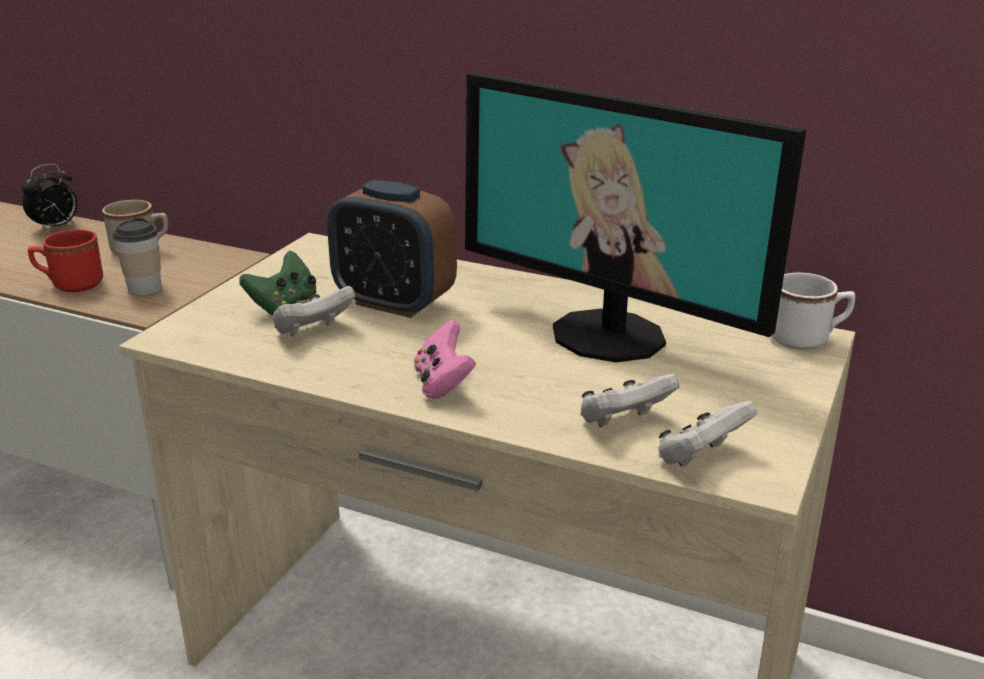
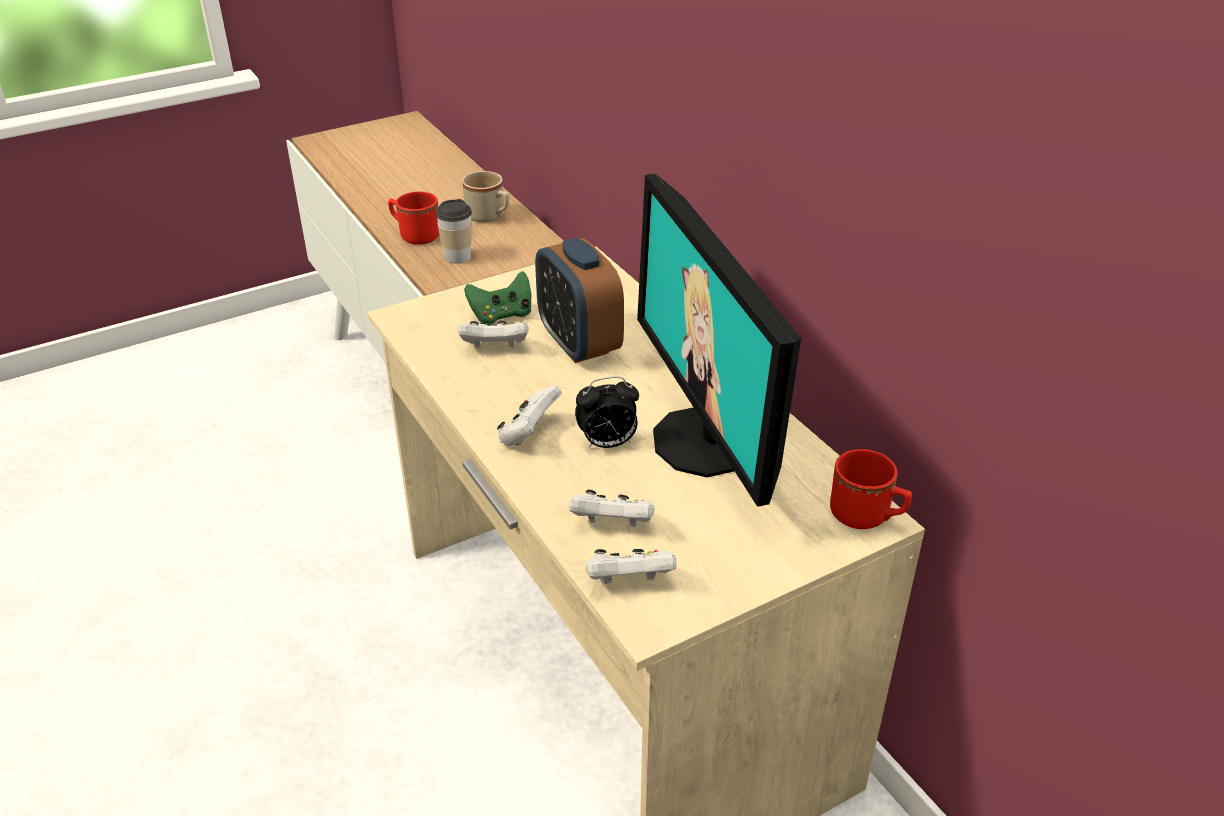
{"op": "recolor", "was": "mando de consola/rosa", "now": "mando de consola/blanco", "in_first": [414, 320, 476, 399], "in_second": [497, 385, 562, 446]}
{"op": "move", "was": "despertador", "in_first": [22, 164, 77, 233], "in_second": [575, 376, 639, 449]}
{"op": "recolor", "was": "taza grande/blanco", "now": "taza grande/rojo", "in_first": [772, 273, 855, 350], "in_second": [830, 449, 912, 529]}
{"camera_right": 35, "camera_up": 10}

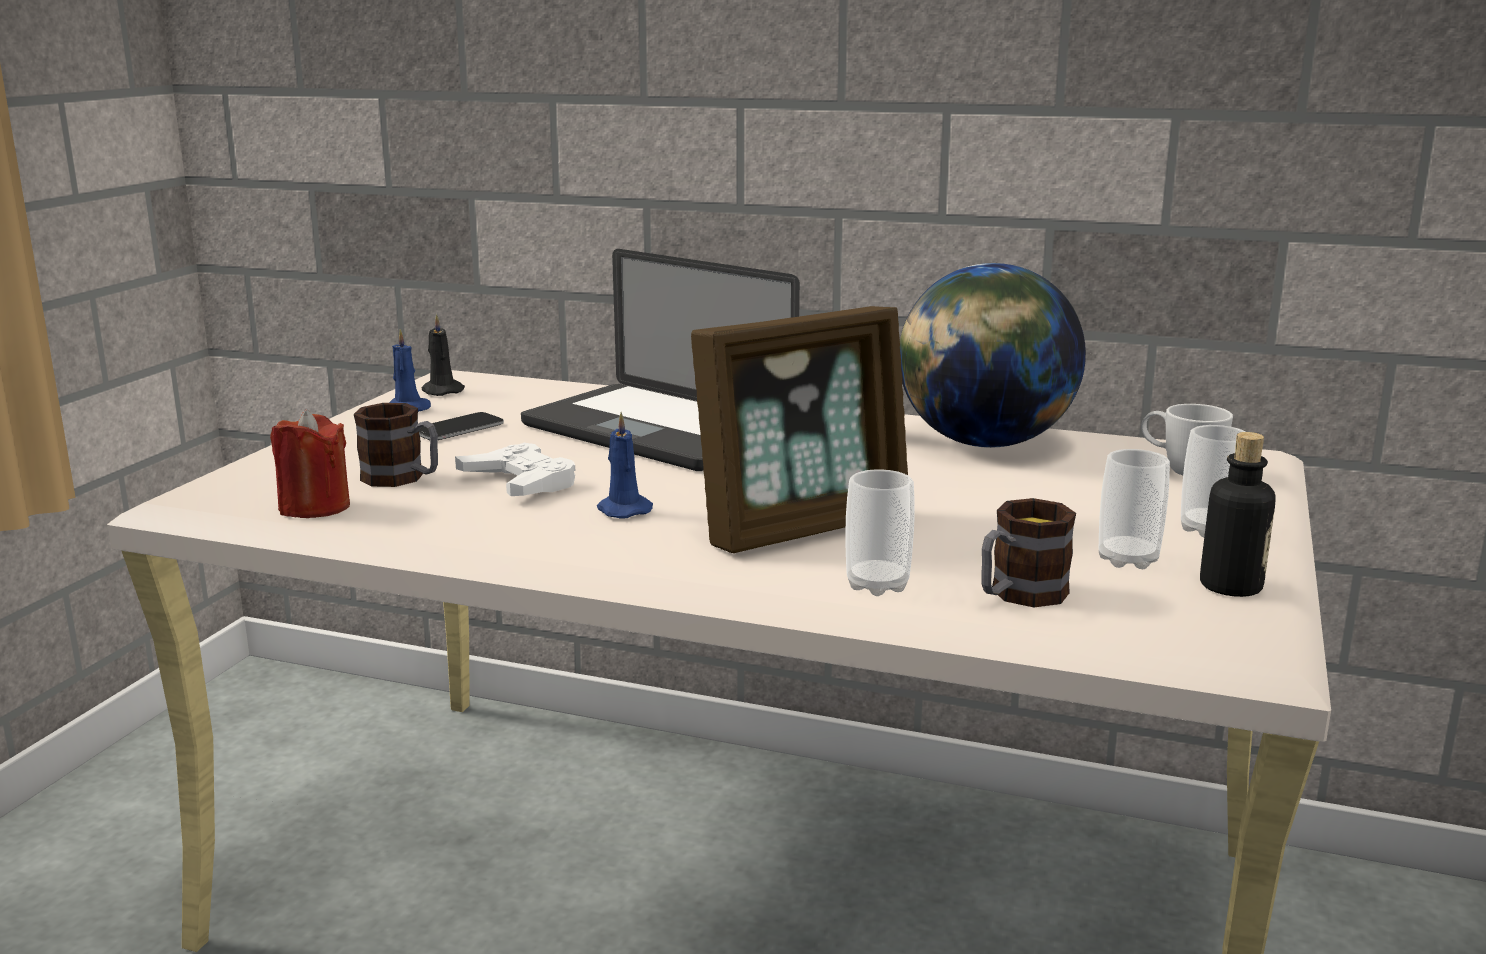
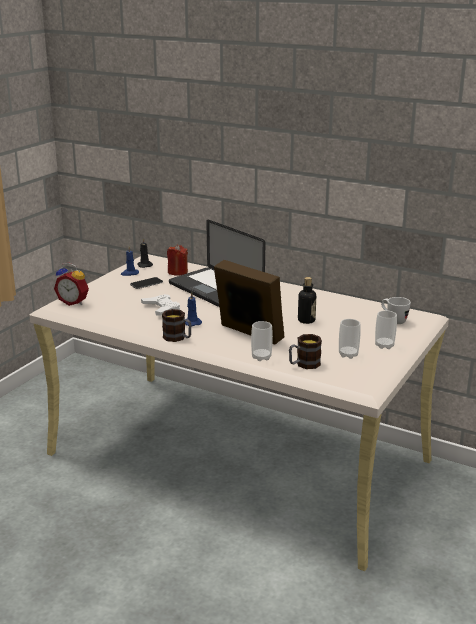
{"op": "insert", "now": "despertador", "in_second": [54, 263, 89, 306]}
{"op": "move", "was": "taza grande", "in_first": [354, 403, 438, 487], "in_second": [162, 309, 191, 342]}
{"op": "move", "was": "vela/rojo", "in_first": [270, 409, 350, 518], "in_second": [167, 244, 188, 276]}
{"op": "rotate", "was": "portarretratos", "in_first": [691, 306, 908, 553], "in_second": [214, 260, 285, 345], "clockwise": -120}
{"op": "move", "was": "botella", "in_first": [1200, 432, 1276, 597], "in_second": [298, 277, 316, 324]}
{"op": "delete", "was": "globo terráqueo", "in_first": [900, 263, 1086, 448]}
{"camera_right": 10, "camera_up": 5}

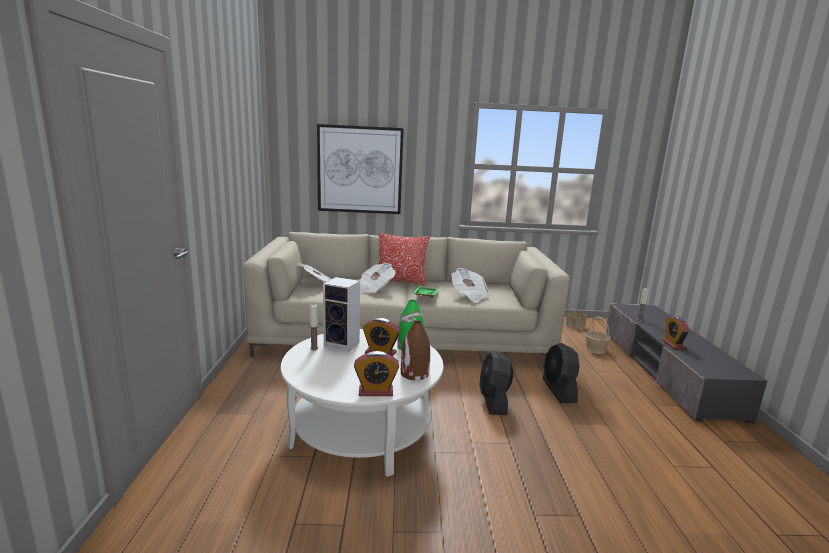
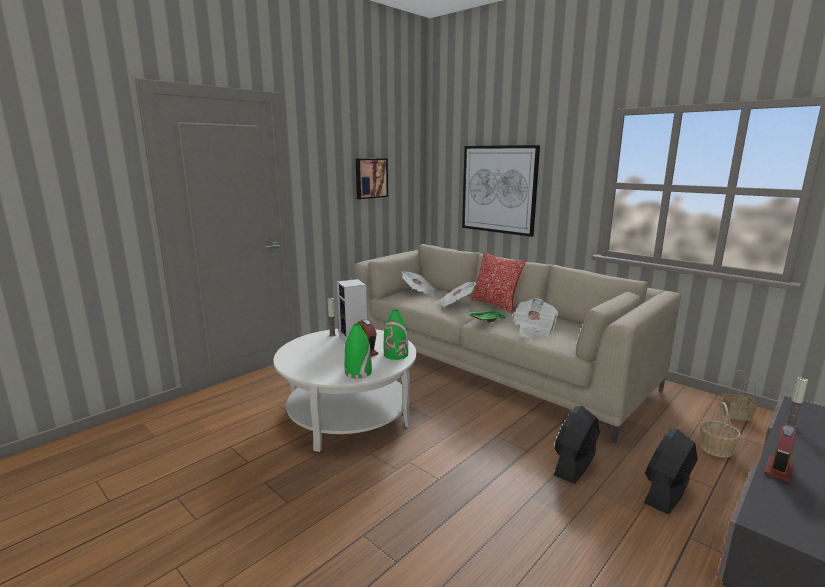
{"op": "recolor", "was": "florero/marrón", "now": "florero/verde", "in_first": [401, 321, 430, 380], "in_second": [344, 324, 372, 379]}
{"op": "insert", "now": "cuadro", "in_second": [356, 158, 388, 199]}
{"op": "move", "was": "ventilador/negro", "in_first": [479, 351, 513, 415], "in_second": [644, 429, 698, 514]}
{"op": "delete", "was": "despertador", "in_first": [354, 351, 399, 396]}
{"camera_right": 45, "camera_up": 0}

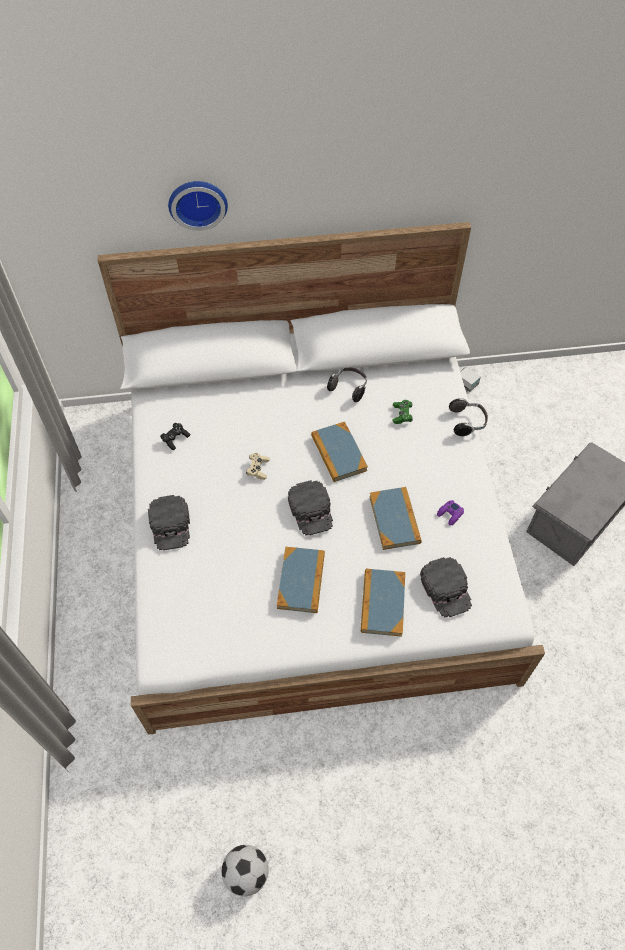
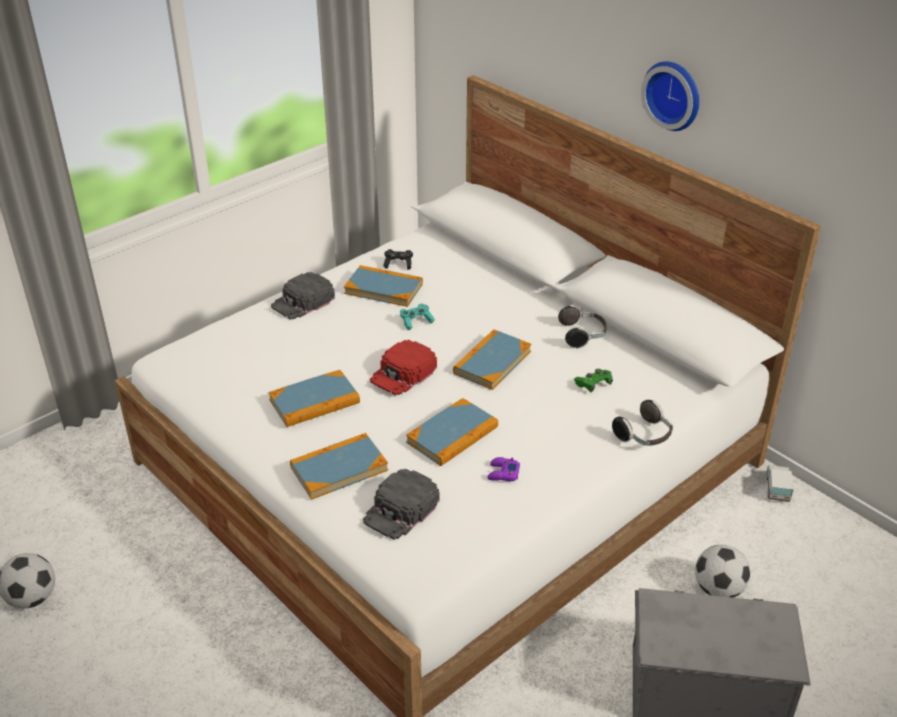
{"op": "insert", "now": "libro", "in_second": [344, 265, 423, 307]}
{"op": "recolor", "was": "gorra/negro", "now": "gorra/rojo", "in_first": [288, 480, 333, 536], "in_second": [370, 340, 437, 395]}
{"op": "recolor", "was": "mando de consola/beis", "now": "mando de consola/turquesa", "in_first": [246, 453, 270, 480], "in_second": [400, 303, 435, 330]}
{"op": "move", "was": "reloj de pared", "in_first": [168, 181, 228, 231], "in_second": [641, 62, 699, 131]}
{"op": "insert", "now": "balón de fútbol", "in_second": [695, 545, 750, 598]}
{"camera_right": 55, "camera_up": -20}

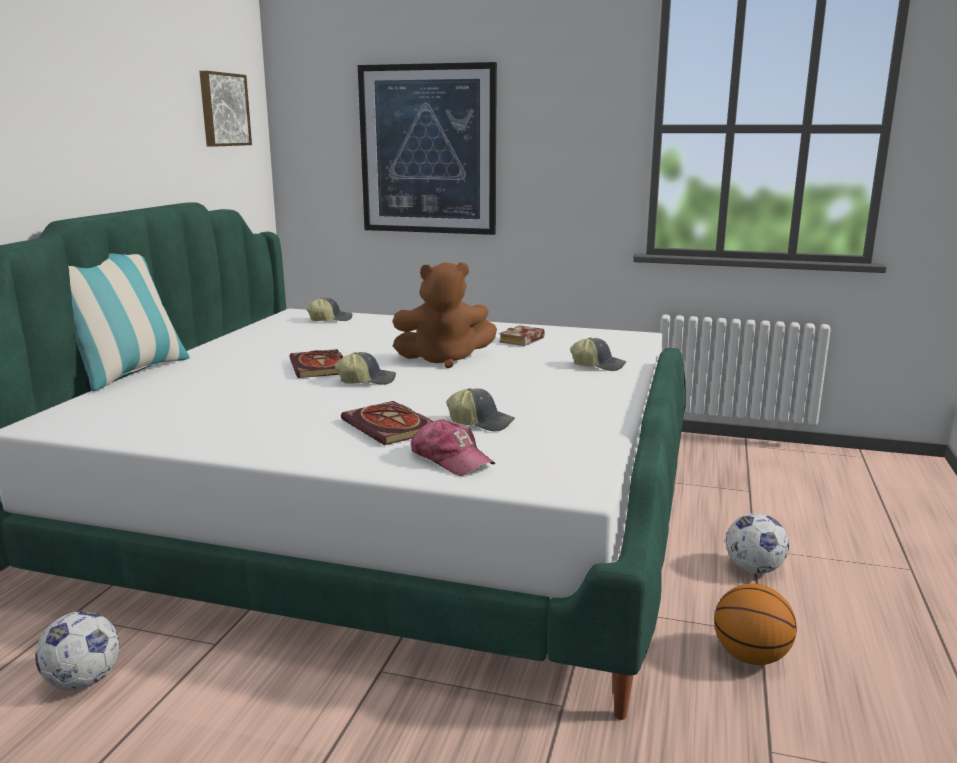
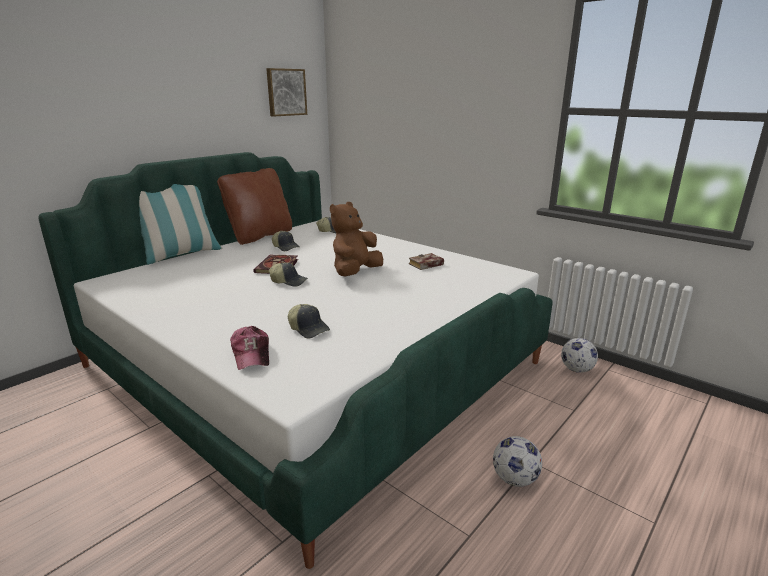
{"op": "insert", "now": "cojín/marrón", "in_second": [217, 168, 292, 245]}
{"op": "move", "was": "gorra", "in_first": [570, 337, 627, 371], "in_second": [272, 231, 300, 251]}
{"op": "rotate", "was": "peluche/marrón", "in_first": [392, 262, 497, 368], "in_second": [330, 202, 383, 276], "clockwise": 105}
{"op": "move", "was": "balón de fútbol", "in_first": [35, 611, 120, 690], "in_second": [561, 338, 598, 373]}
{"op": "delete", "was": "libro", "in_first": [341, 401, 433, 445]}
{"op": "delete", "was": "cuadro", "in_first": [358, 62, 497, 235]}
{"op": "delete", "was": "balón de baloncesto", "in_first": [714, 584, 797, 665]}
{"camera_right": 25, "camera_up": 5}

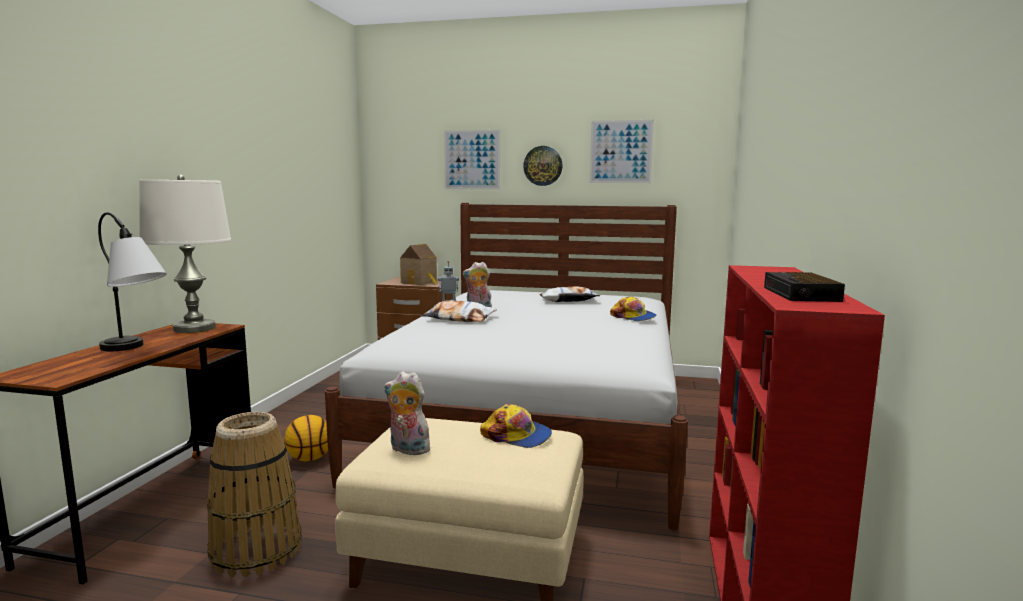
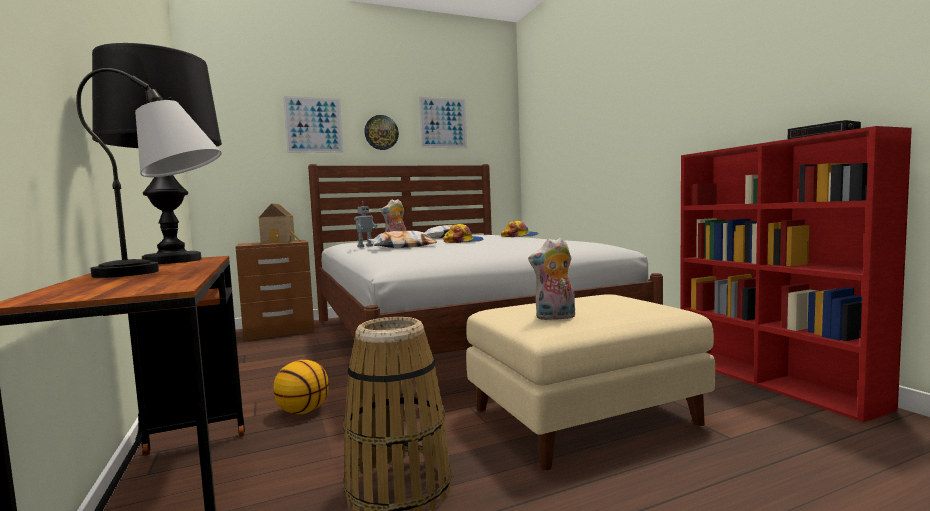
{"op": "recolor", "was": "lámpara de mesa/blanco", "now": "lámpara de mesa/negro", "in_first": [139, 175, 231, 333], "in_second": [92, 43, 222, 264]}
{"op": "move", "was": "gorra", "in_first": [480, 404, 552, 448], "in_second": [443, 224, 483, 243]}
{"camera_right": -35, "camera_up": -5}

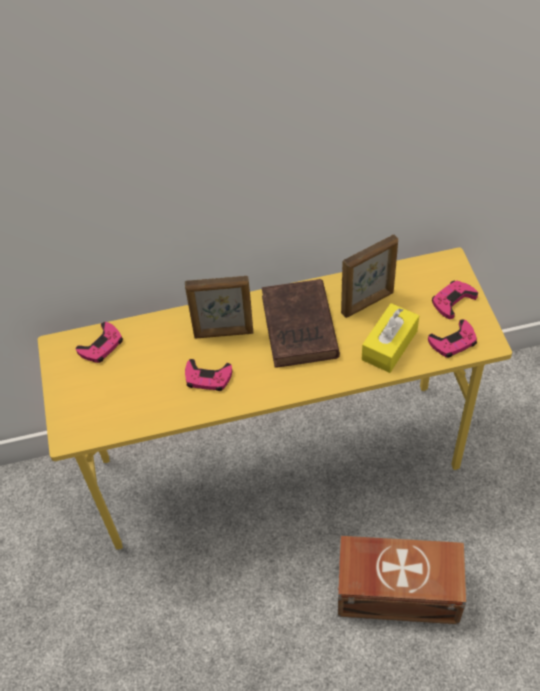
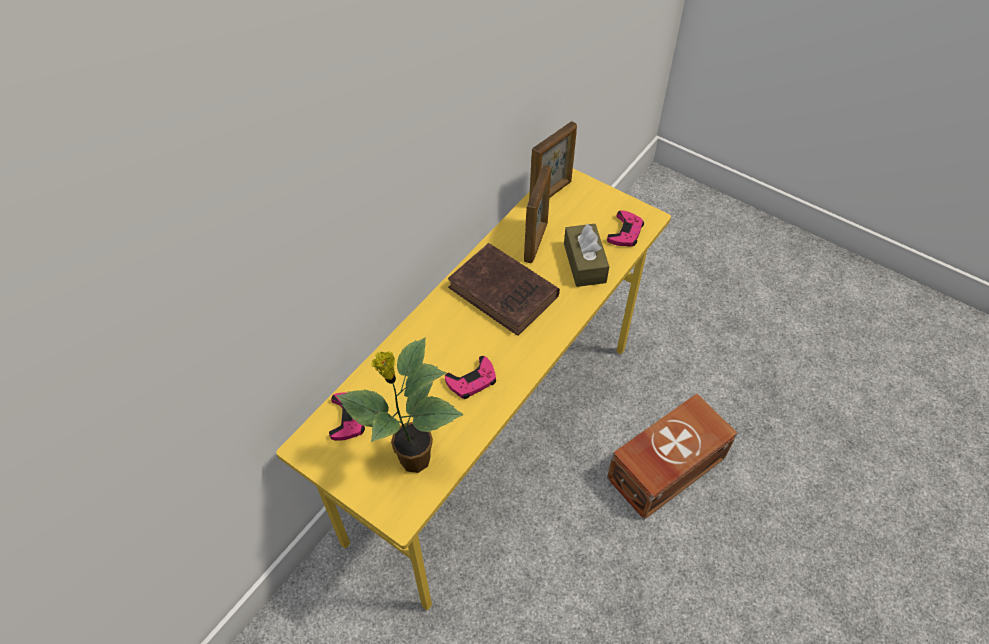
{"op": "insert", "now": "planta en maceta", "in_second": [336, 337, 464, 473]}
{"op": "move", "was": "portarretratos", "in_first": [185, 276, 253, 338], "in_second": [529, 121, 577, 199]}
{"op": "recolor", "was": "caja de pañuelos/amarillo", "now": "caja de pañuelos/marrón", "in_first": [362, 303, 419, 373], "in_second": [564, 223, 609, 287]}
{"op": "delete", "was": "mando de consola/rosa", "in_first": [432, 280, 478, 319]}
{"camera_right": -45, "camera_up": 0}

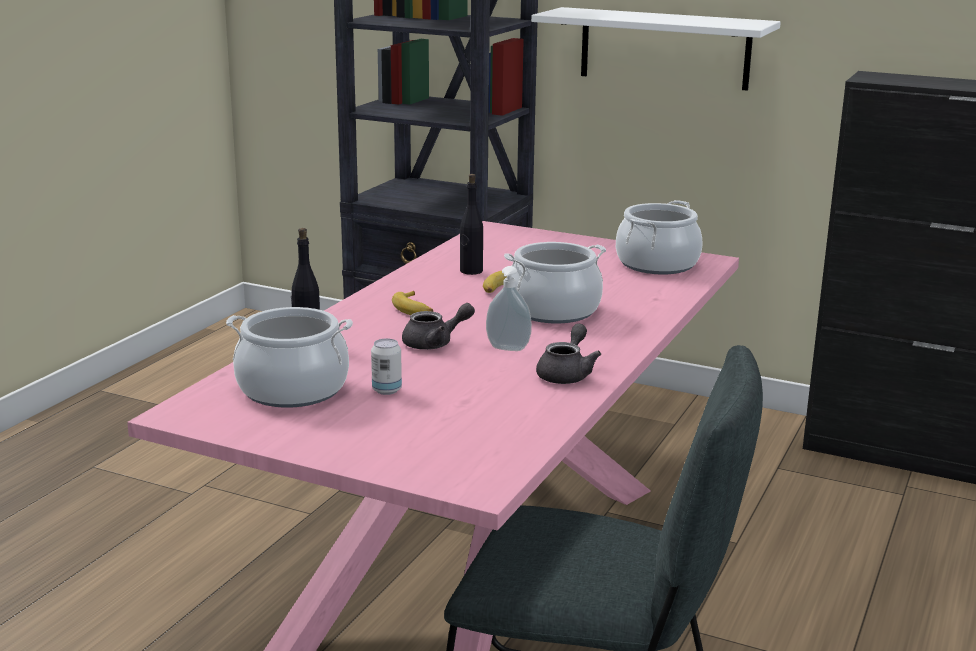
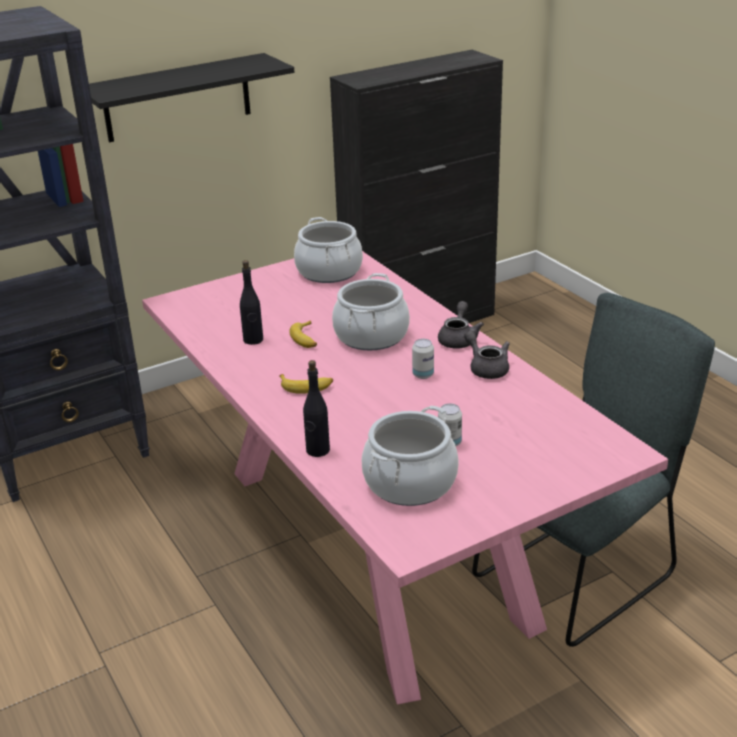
{"op": "recolor", "was": "estante/blanco", "now": "estante/negro", "in_first": [531, 7, 781, 91], "in_second": [89, 53, 294, 142]}
{"op": "replace", "was": "dispensador de jabón", "now": "lata", "in_first": [486, 266, 532, 351], "in_second": [412, 339, 434, 379]}
{"op": "move", "was": "tetera/gris", "in_first": [402, 303, 475, 350], "in_second": [438, 301, 484, 349]}
{"camera_right": -55, "camera_up": 10}

